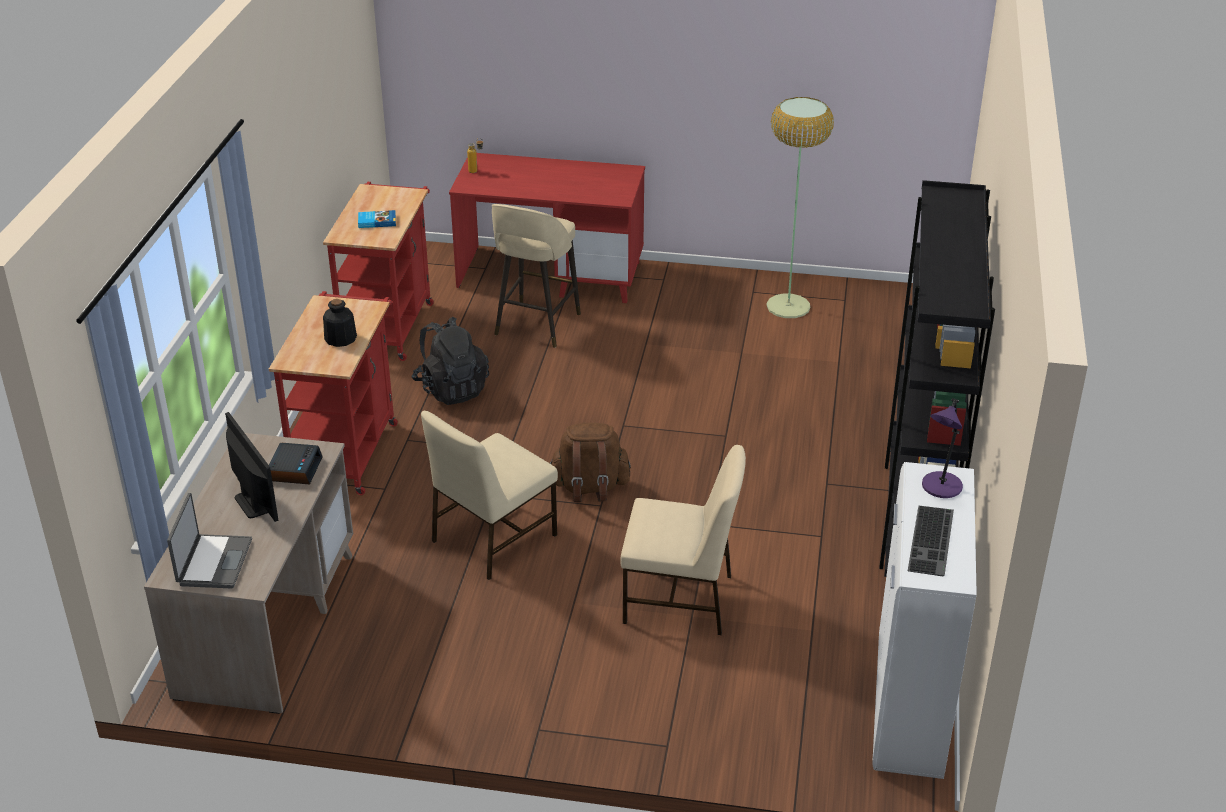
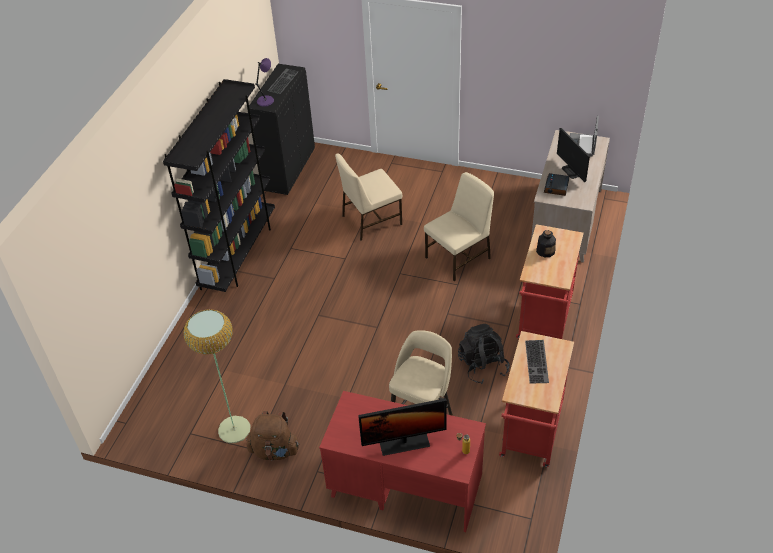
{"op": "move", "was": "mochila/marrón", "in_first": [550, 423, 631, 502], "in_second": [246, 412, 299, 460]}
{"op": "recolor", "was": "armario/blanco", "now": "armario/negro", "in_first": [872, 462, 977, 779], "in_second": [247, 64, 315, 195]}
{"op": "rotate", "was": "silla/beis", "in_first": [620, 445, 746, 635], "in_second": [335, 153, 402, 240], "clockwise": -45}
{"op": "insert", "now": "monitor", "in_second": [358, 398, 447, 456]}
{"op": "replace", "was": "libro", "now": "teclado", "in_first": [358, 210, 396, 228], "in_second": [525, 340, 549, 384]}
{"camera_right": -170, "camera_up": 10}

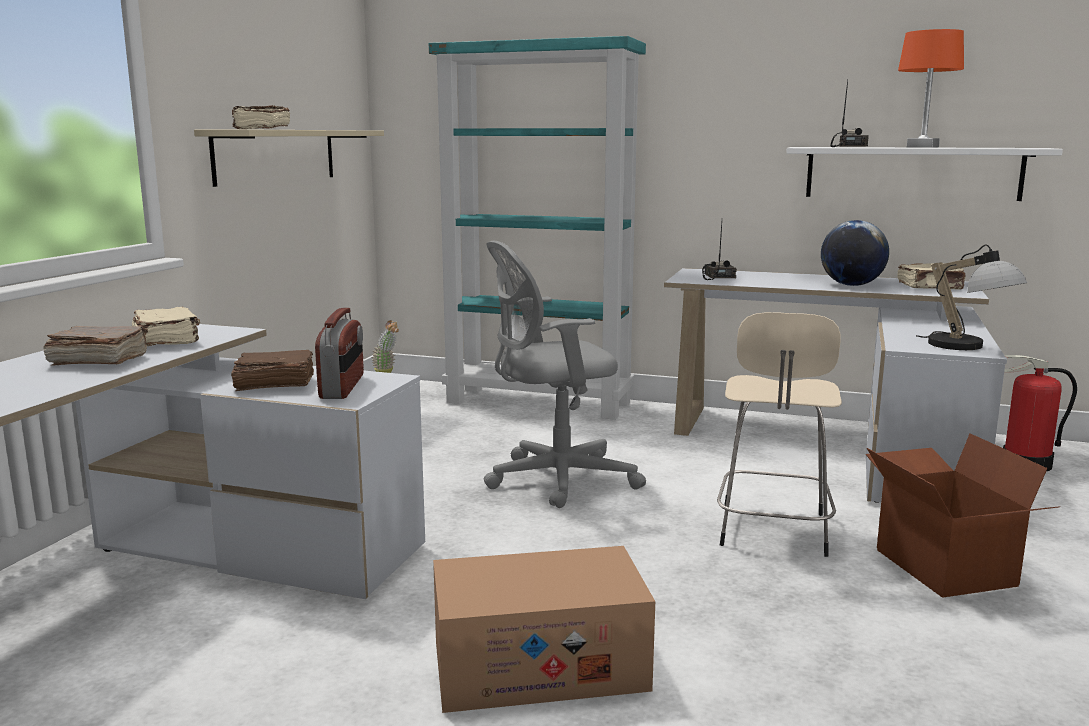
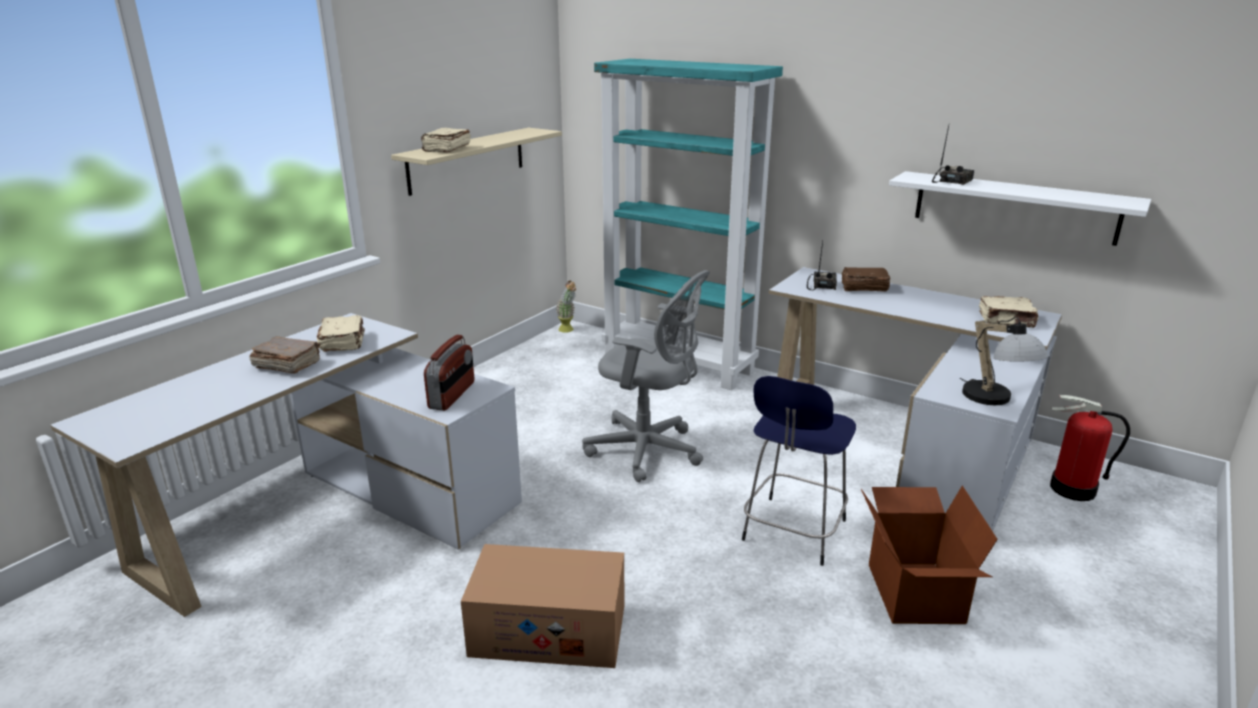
{"op": "rotate", "was": "silla de oficina/gris", "in_first": [484, 241, 646, 508], "in_second": [582, 270, 710, 482], "clockwise": -150}
{"op": "recolor", "was": "taburete/beis", "now": "taburete/azul", "in_first": [717, 312, 842, 557], "in_second": [742, 376, 856, 566]}
{"op": "move", "was": "libro/marrón", "in_first": [231, 350, 314, 391], "in_second": [842, 267, 890, 292]}
{"op": "delete", "was": "globo terráqueo", "in_first": [821, 220, 889, 286]}
{"op": "delete", "was": "lámpara de mesa/naranja", "in_first": [898, 29, 964, 148]}
{"camera_right": 15, "camera_up": 10}

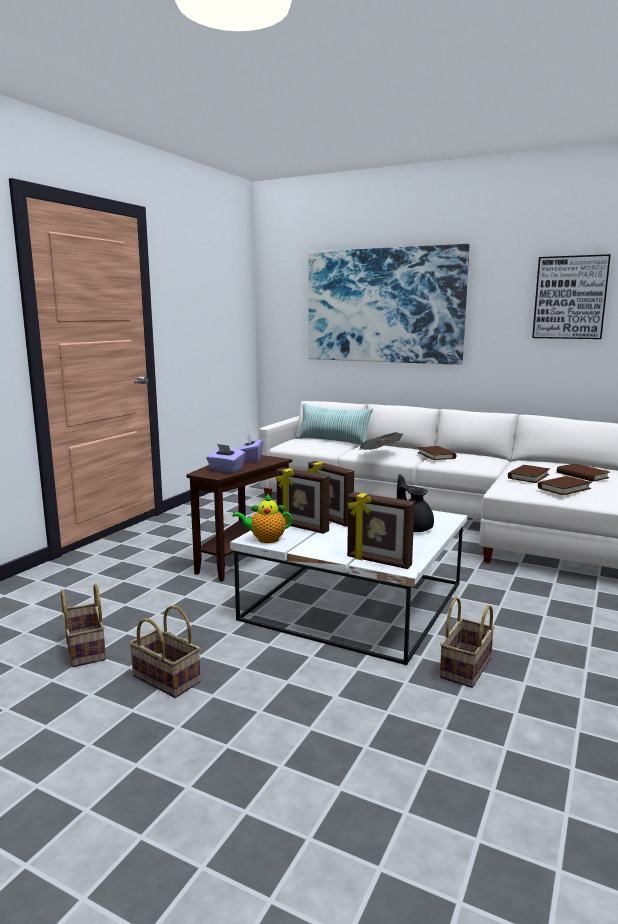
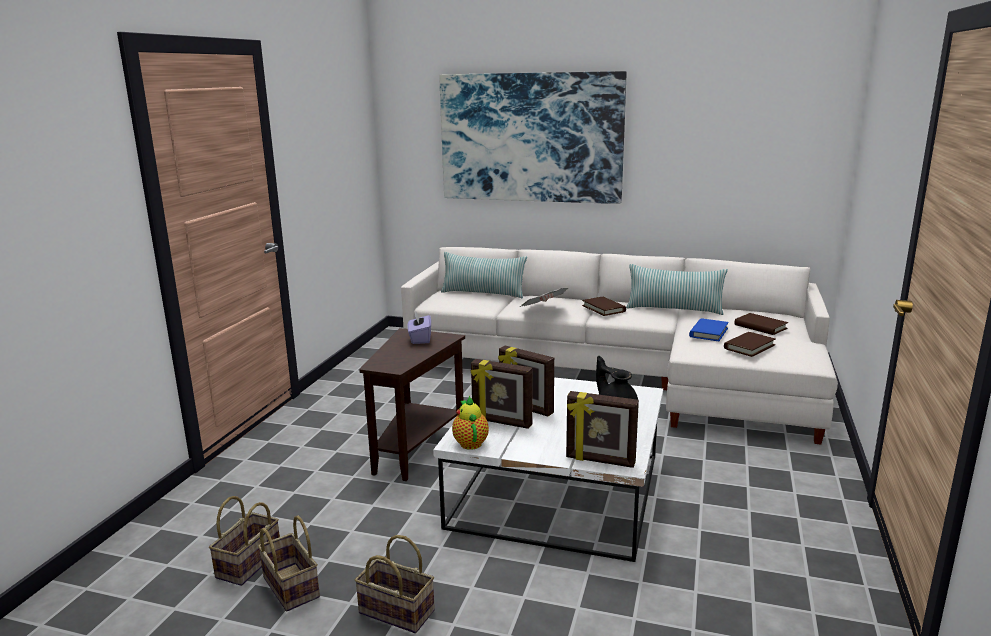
{"op": "move", "was": "cesta", "in_first": [440, 597, 495, 688], "in_second": [209, 496, 280, 586]}
{"op": "rotate", "was": "tetera", "in_first": [232, 494, 292, 543], "in_second": [452, 396, 489, 450], "clockwise": 90}
{"op": "insert", "now": "cojín", "in_second": [626, 264, 728, 315]}
{"op": "recolor", "was": "libro/marrón", "now": "libro/azul", "in_first": [508, 465, 550, 483], "in_second": [689, 318, 729, 341]}
{"op": "delete", "was": "caja de pañuelos/morado", "in_first": [206, 444, 245, 473]}
{"op": "delete", "was": "cuadro", "in_first": [532, 254, 611, 339]}
{"camera_right": -10, "camera_up": 5}

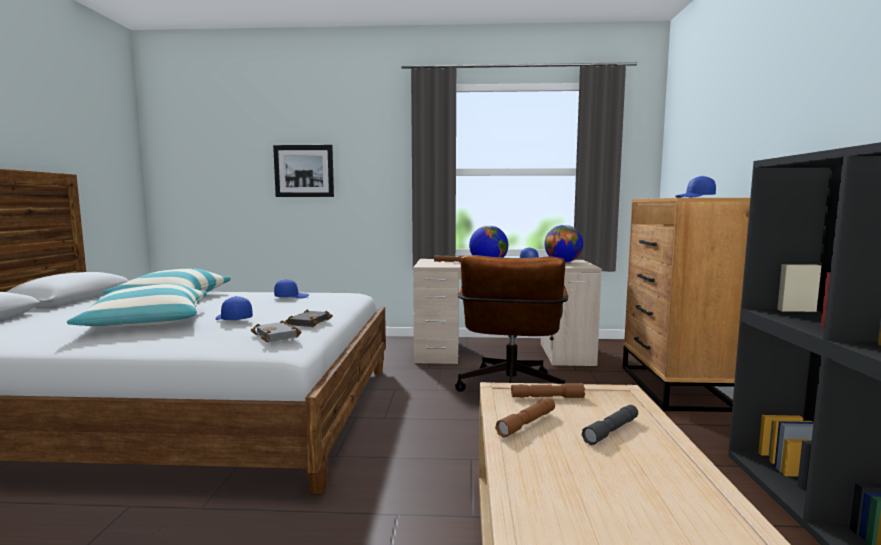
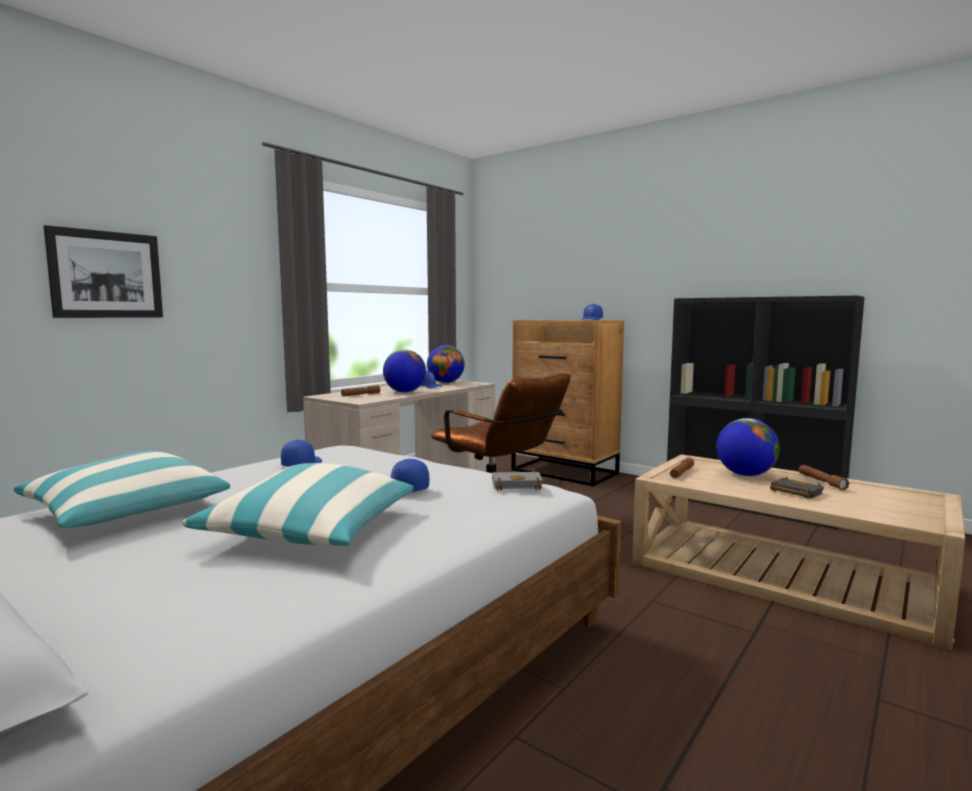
{"op": "replace", "was": "linterna/gris", "now": "globo terráqueo", "in_first": [581, 405, 638, 445], "in_second": [717, 418, 780, 476]}
{"op": "move", "was": "libro/negro", "in_first": [285, 310, 333, 327], "in_second": [770, 477, 824, 499]}
{"op": "move", "was": "linterna/marrón", "in_first": [495, 398, 555, 438], "in_second": [799, 465, 849, 490]}
{"camera_right": -55, "camera_up": 0}

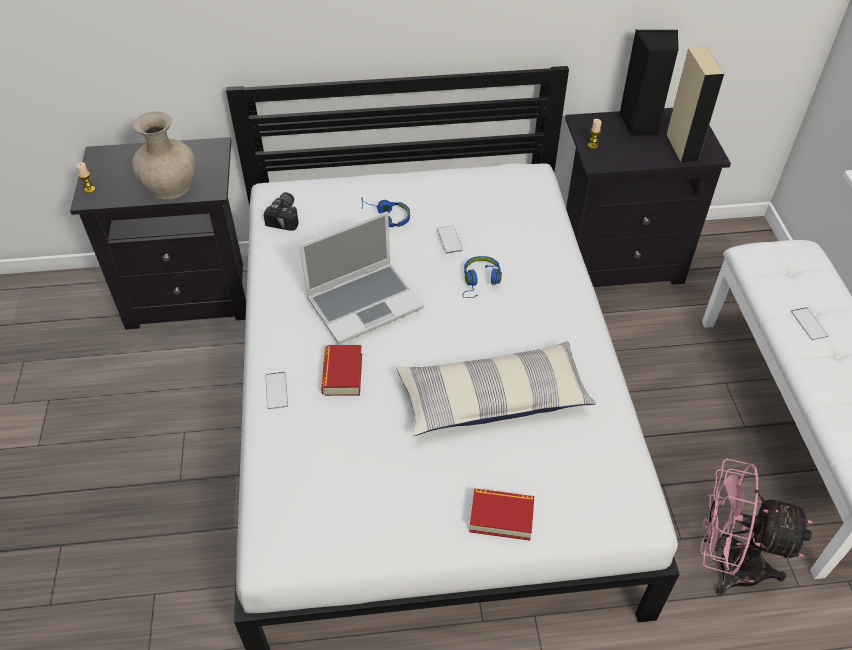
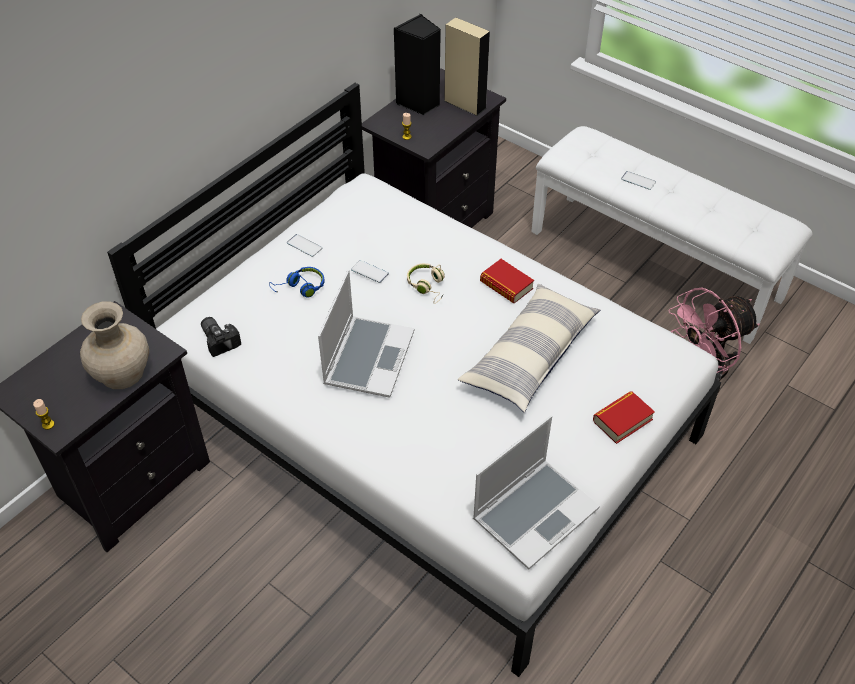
{"op": "move", "was": "móvil", "in_first": [266, 372, 288, 409], "in_second": [287, 234, 323, 257]}
{"op": "recolor", "was": "auriculares/azul", "now": "auriculares/beis", "in_first": [462, 256, 502, 298], "in_second": [407, 263, 445, 304]}
{"op": "insert", "now": "portátil", "in_second": [473, 416, 600, 570]}
{"op": "move", "was": "libro", "in_first": [321, 345, 362, 396], "in_second": [480, 259, 534, 303]}
{"camera_right": -45, "camera_up": 0}

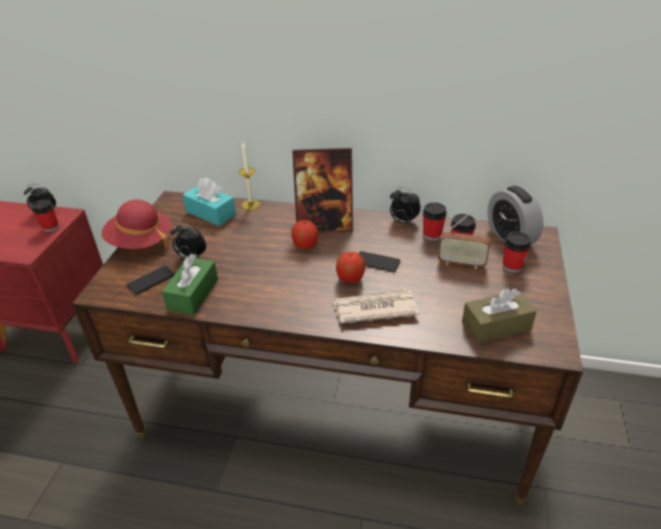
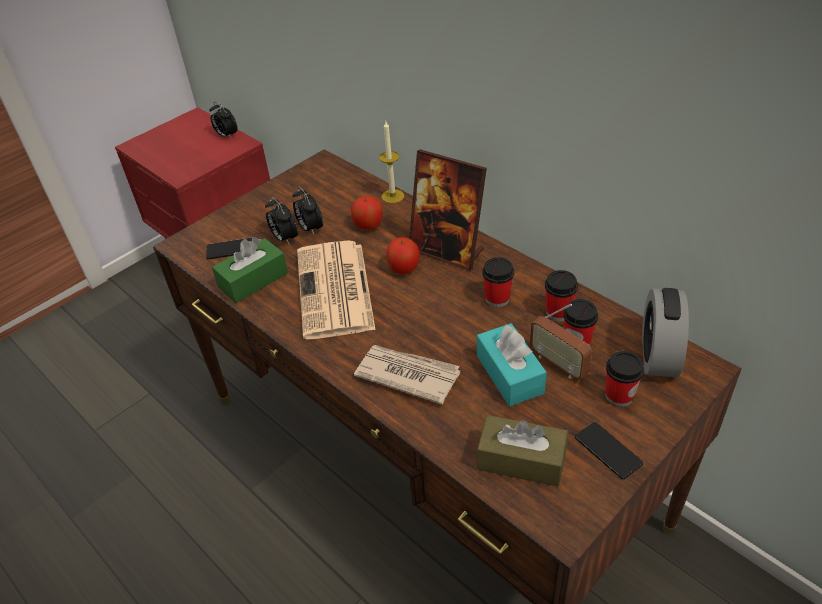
{"op": "move", "was": "despertador", "in_first": [390, 187, 421, 225], "in_second": [292, 187, 323, 236]}
{"op": "insert", "now": "periódico", "in_second": [297, 240, 376, 339]}
{"op": "move", "was": "manzana", "in_first": [336, 251, 365, 283], "in_second": [351, 195, 383, 230]}
{"op": "move", "was": "caja de pañuelos/turquesa", "in_first": [183, 177, 236, 226], "in_second": [477, 323, 547, 406]}
{"op": "move", "was": "taza", "in_first": [32, 199, 59, 232], "in_second": [482, 257, 514, 307]}
{"op": "move", "was": "móvil", "in_first": [359, 251, 400, 272], "in_second": [575, 422, 643, 479]}
{"op": "delete", "was": "sombrero/rojo", "in_first": [101, 200, 171, 250]}
{"camera_right": 35, "camera_up": 5}

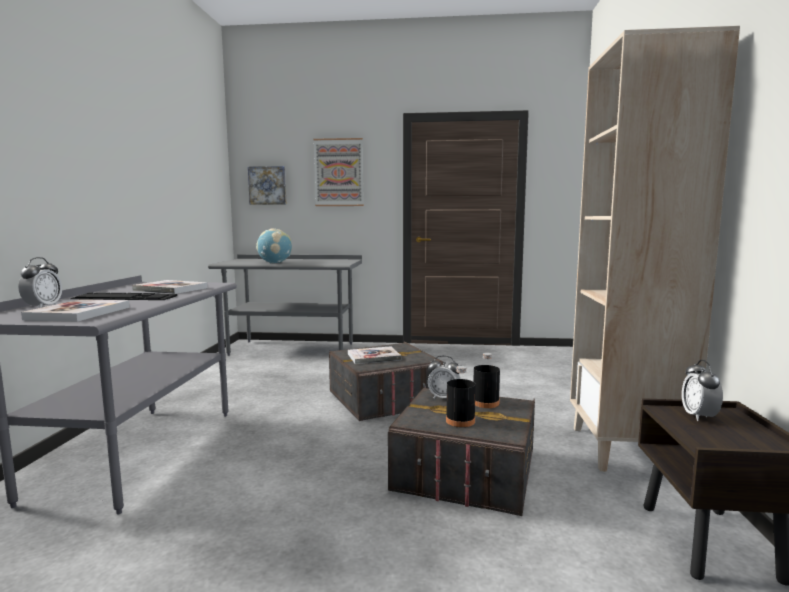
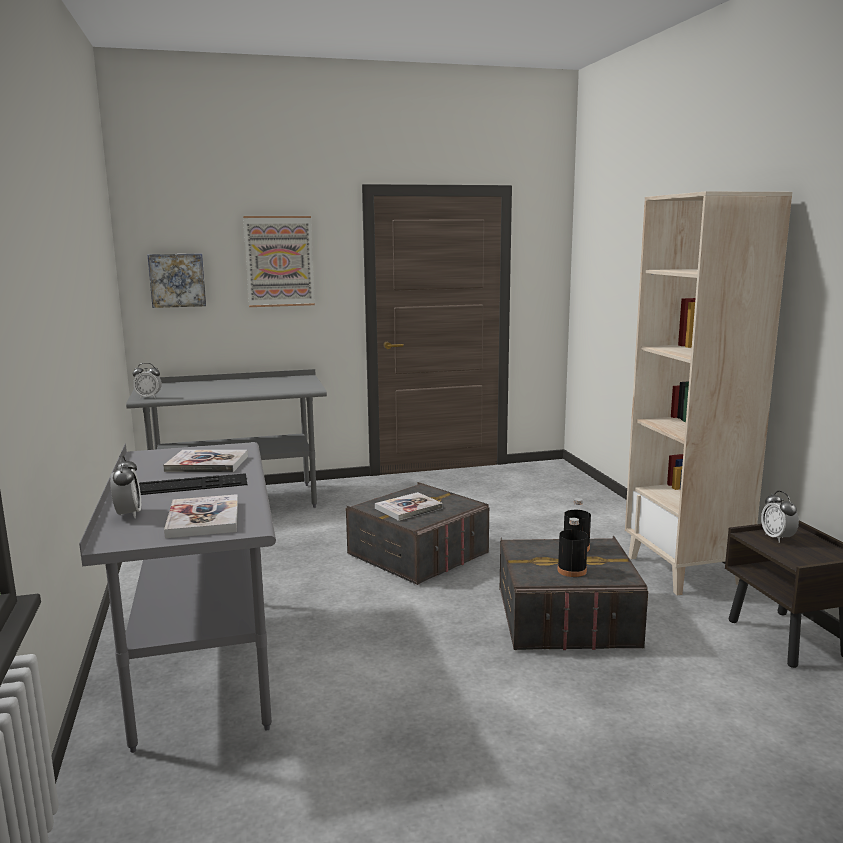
{"op": "move", "was": "despertador", "in_first": [428, 356, 460, 398], "in_second": [133, 363, 162, 398]}
{"op": "delete", "was": "globo terráqueo", "in_first": [256, 228, 292, 263]}
{"camera_right": -20, "camera_up": 5}

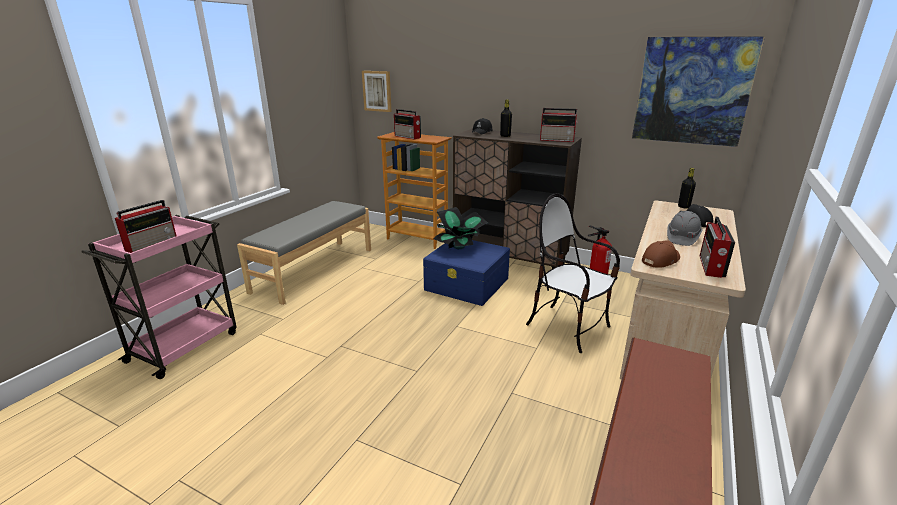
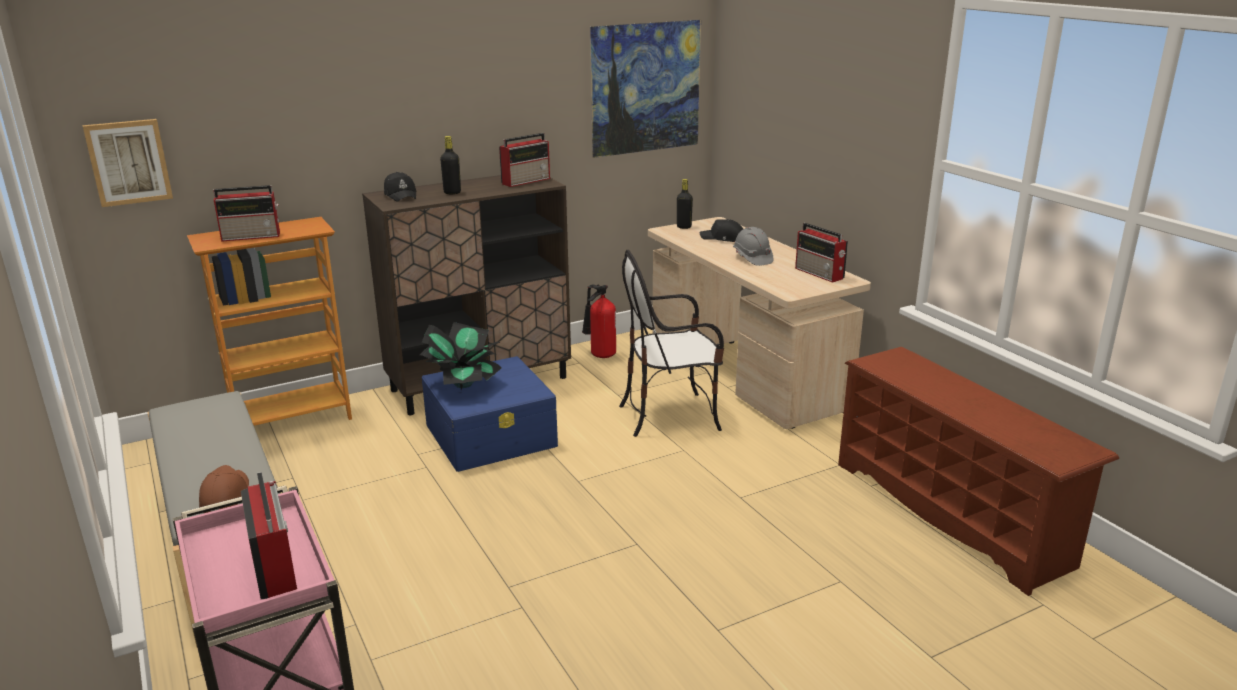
{"op": "move", "was": "gorra/marrón", "in_first": [642, 240, 680, 268], "in_second": [199, 465, 249, 513]}
{"camera_right": -55, "camera_up": 0}

